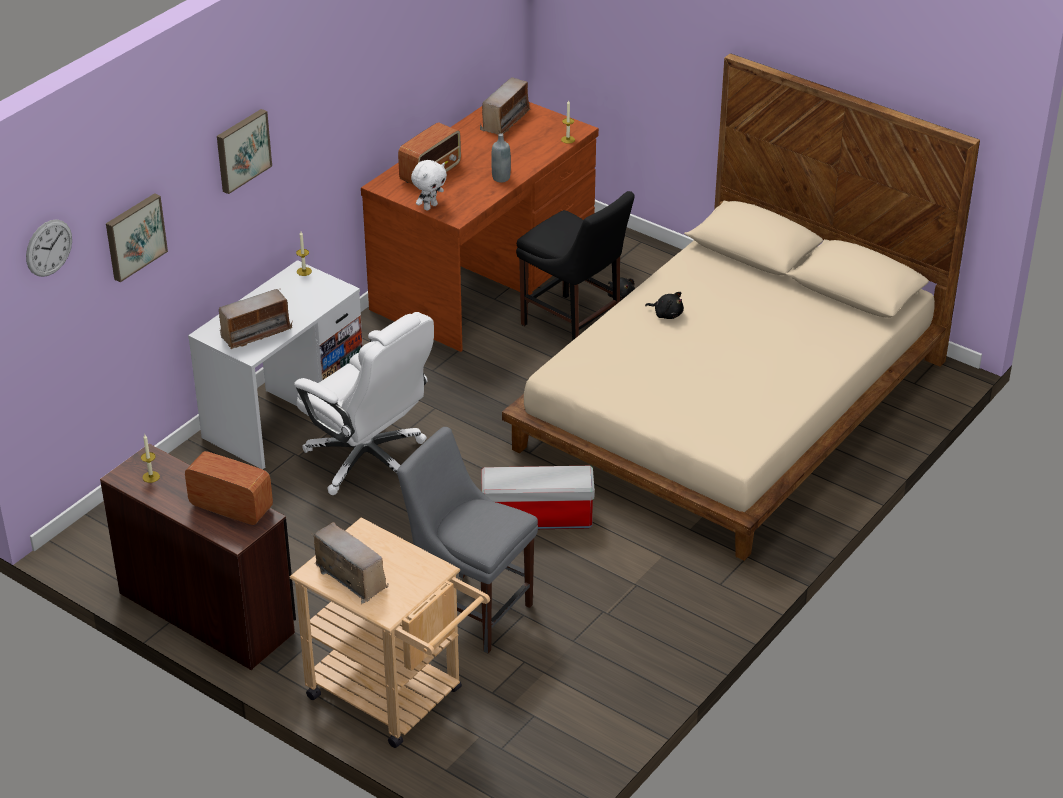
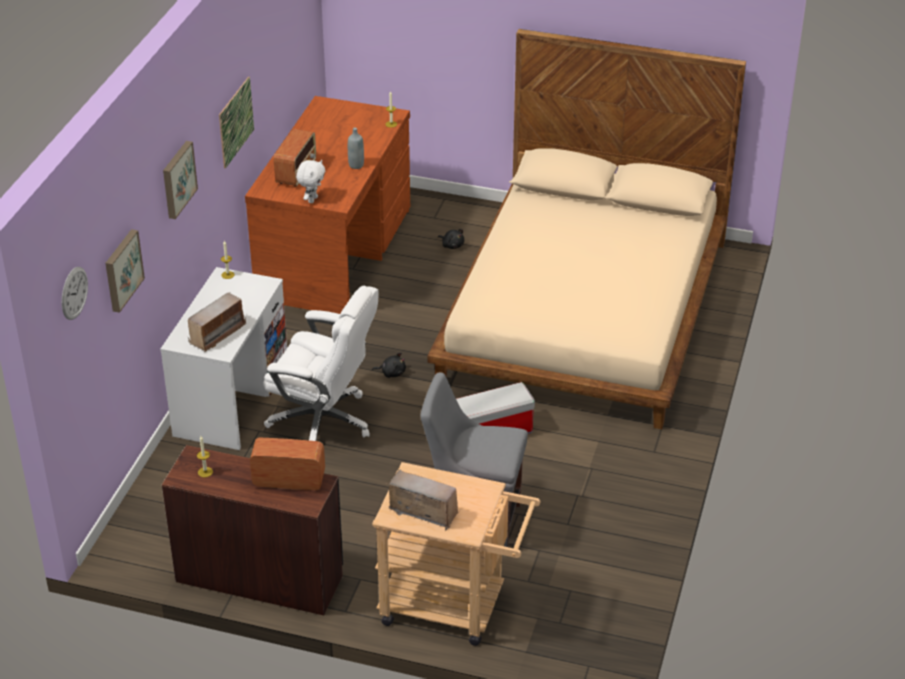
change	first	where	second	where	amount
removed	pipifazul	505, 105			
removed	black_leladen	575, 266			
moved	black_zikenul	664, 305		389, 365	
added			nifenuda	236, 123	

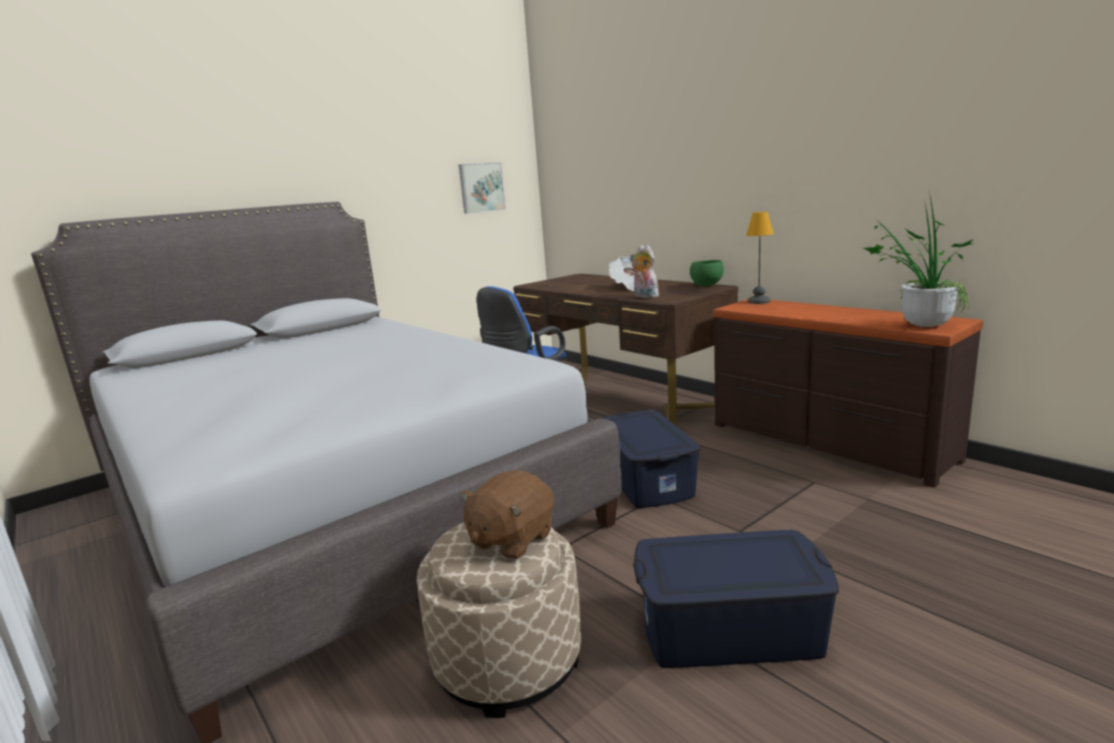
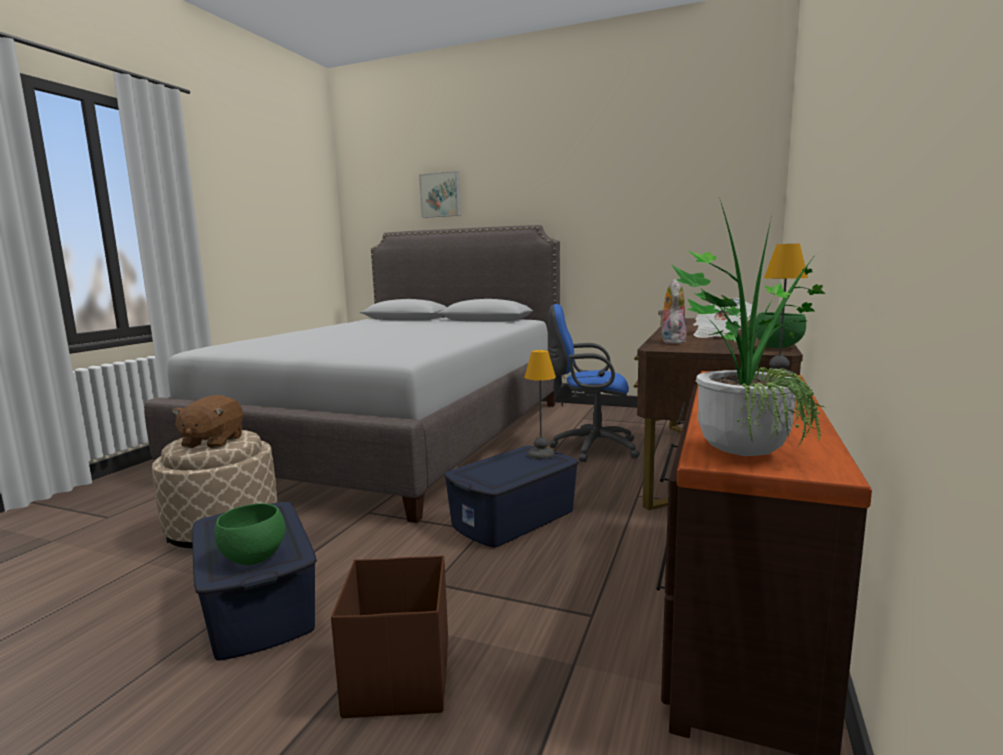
change	first	where	second	where	amount
moved	nifenuda	482, 188		440, 194	
turned	brown_zikenul	507, 515		207, 422	90 degrees counterclockwise
added			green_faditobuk	250, 534	
added			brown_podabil	389, 637	
added			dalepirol	540, 405	

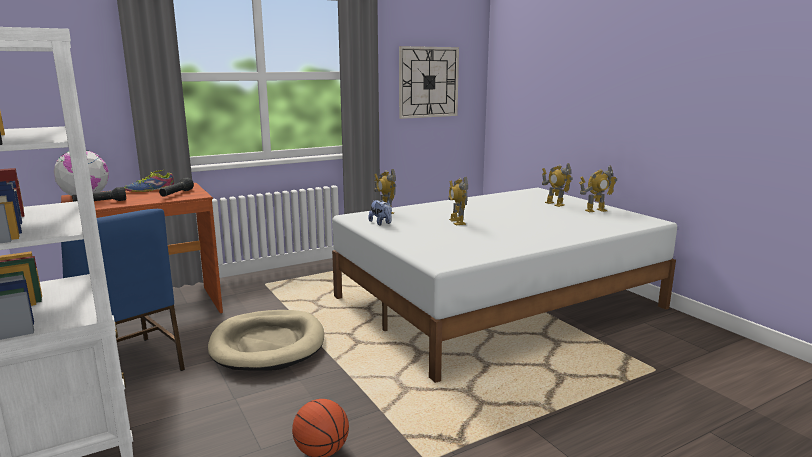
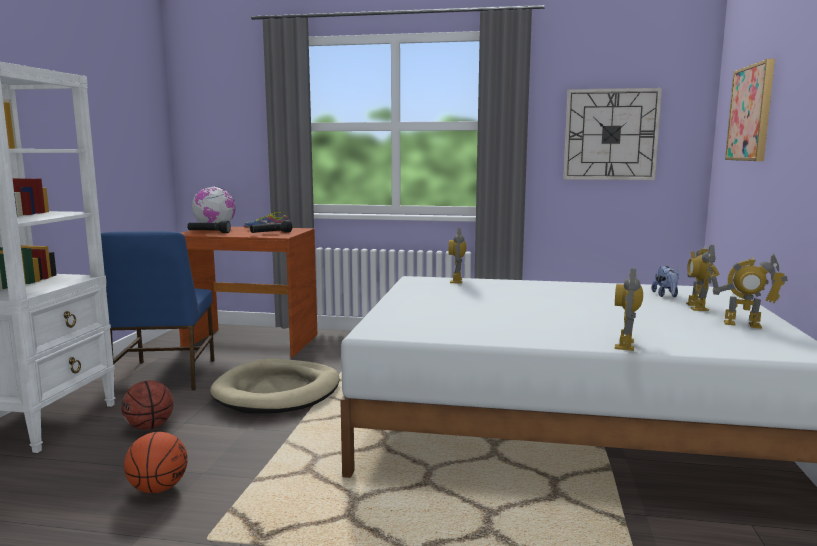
change	first	where	second	where	amount
moved	zikenul	380, 212		665, 281	
moved	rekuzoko	458, 201		629, 310	
added			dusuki	147, 405	
added			nifenuda	750, 110	

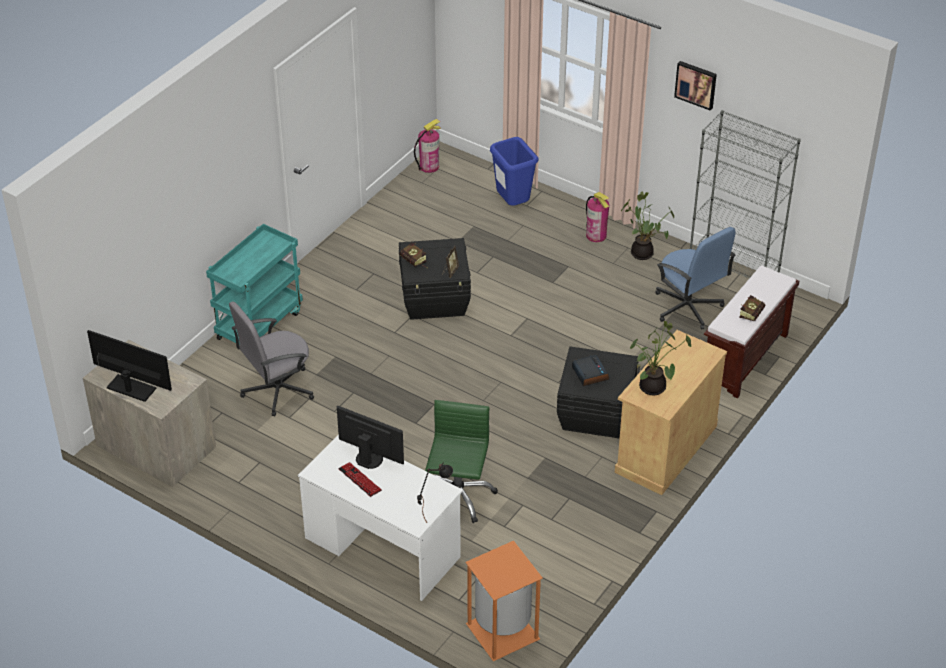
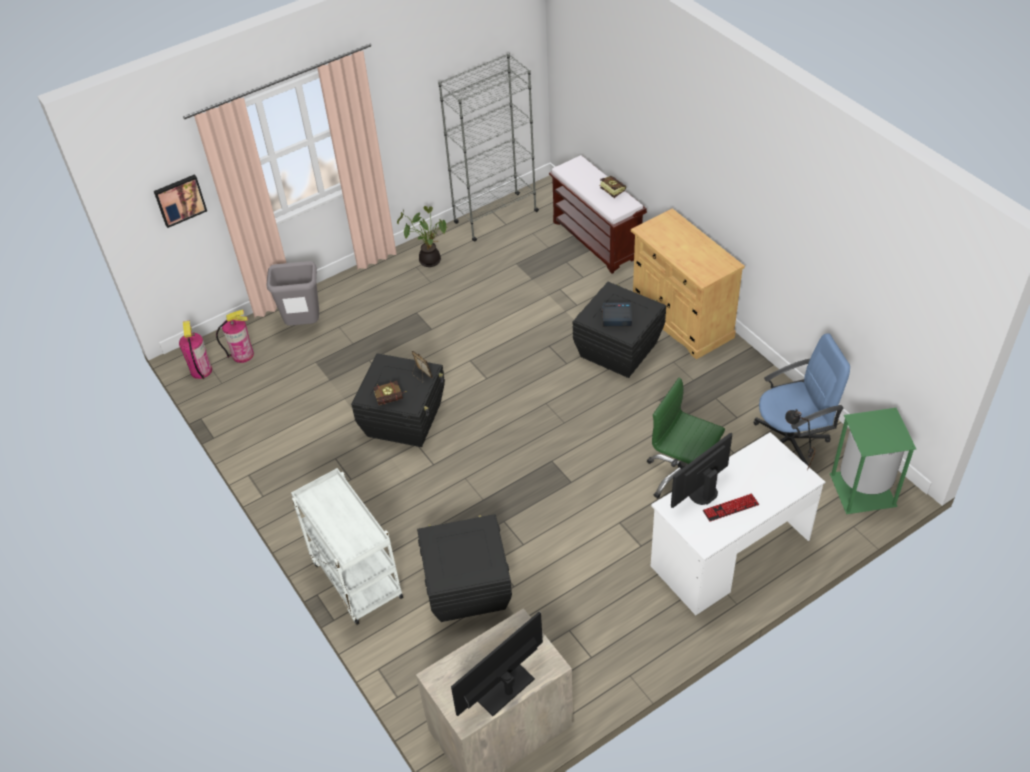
change	first	where	second	where	amount
recoloured	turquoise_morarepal	254, 284	white_morarepal	347, 546	
replaced	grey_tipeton	271, 359	black_podabil	464, 568	
recoloured	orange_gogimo	504, 601	green_gogimo	872, 461	
recoloured	blue_gogimo	514, 171	grey_gogimo	292, 293	
moved	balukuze	597, 217		235, 336	
removed	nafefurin	660, 358			
moved	blue_tipeton	696, 278		801, 399	
moved	nifenuda	695, 86		180, 201	

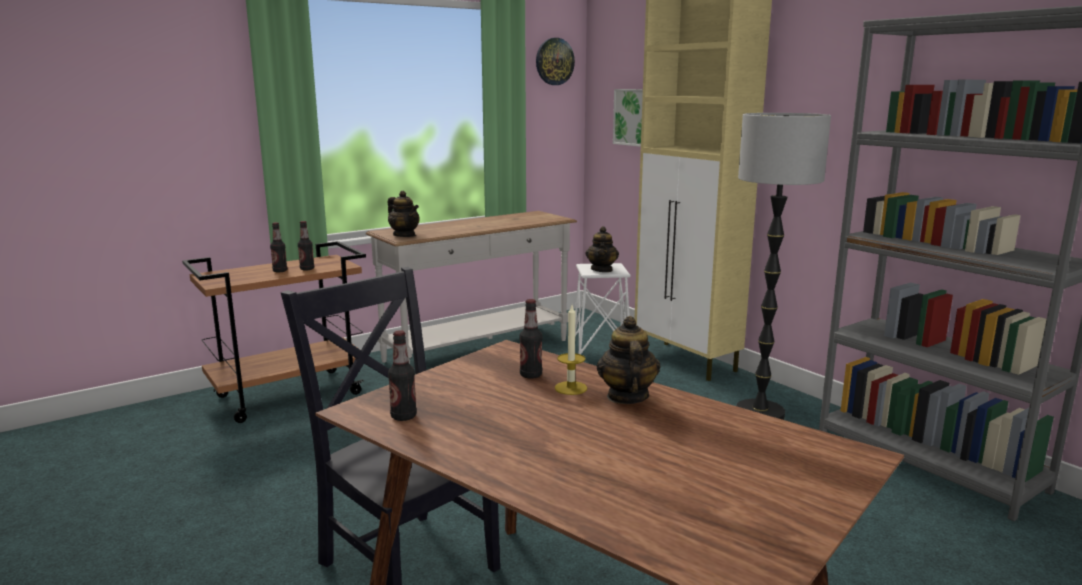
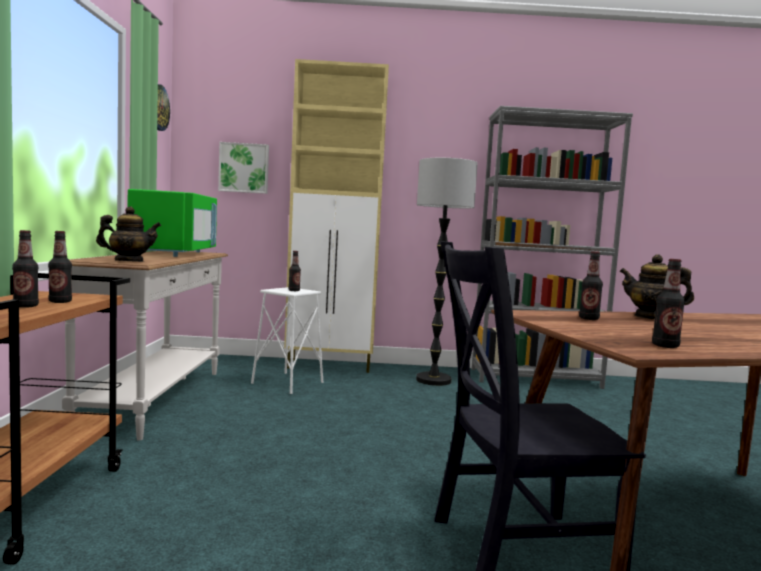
change	first	where	second	where	amount
removed	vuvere	571, 350			
replaced	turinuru	602, 249	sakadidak	294, 271	
added			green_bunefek	172, 223	

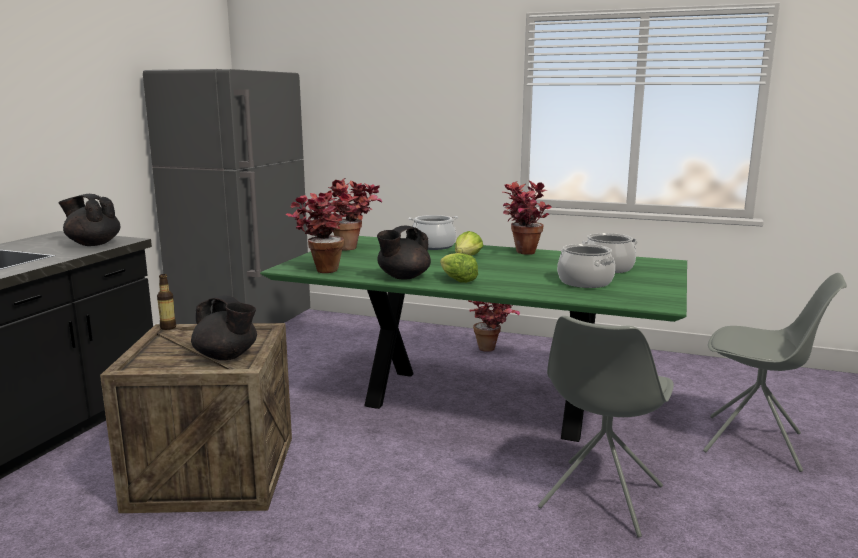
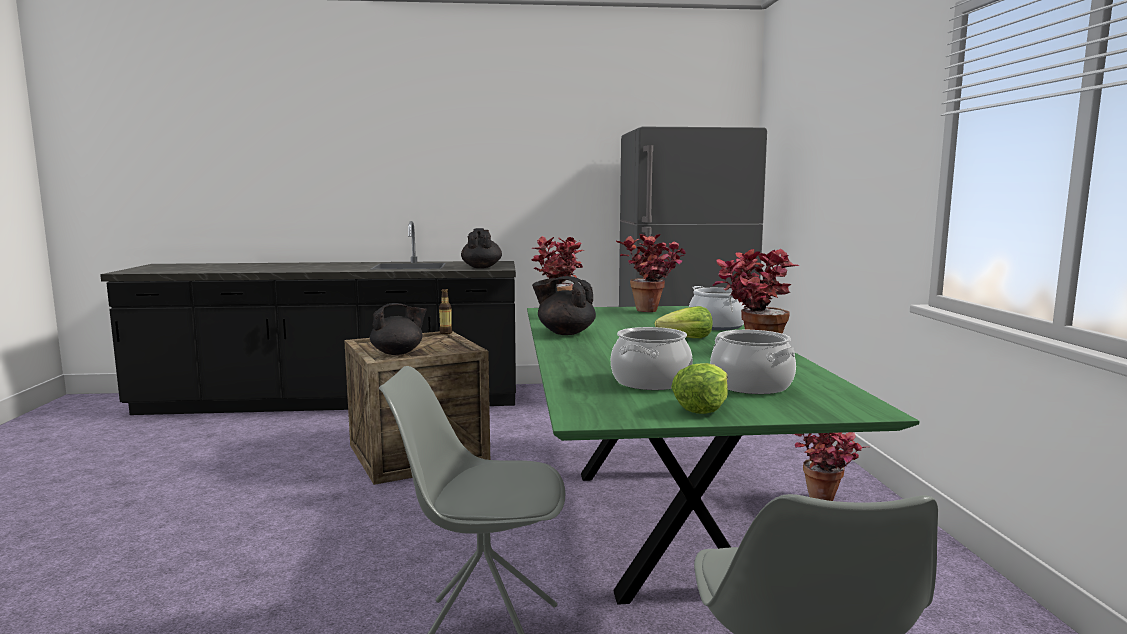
change	first	where	second	where	amount
turned	black_turinuru	224, 327		398, 329	120 degrees counterclockwise
moved	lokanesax	459, 268		699, 388	

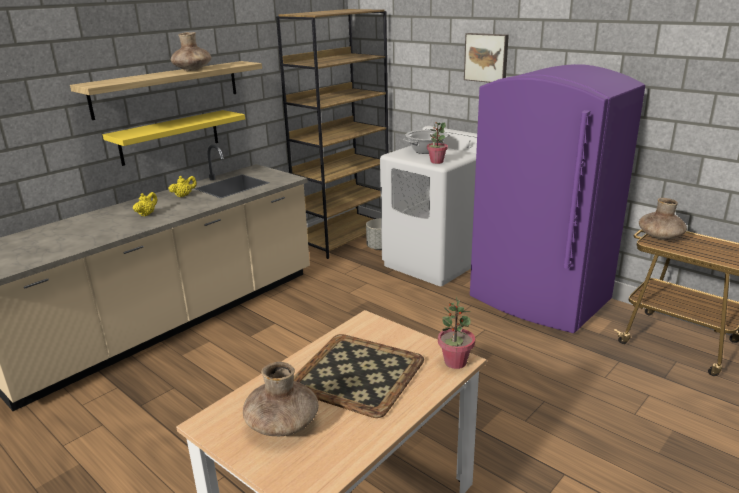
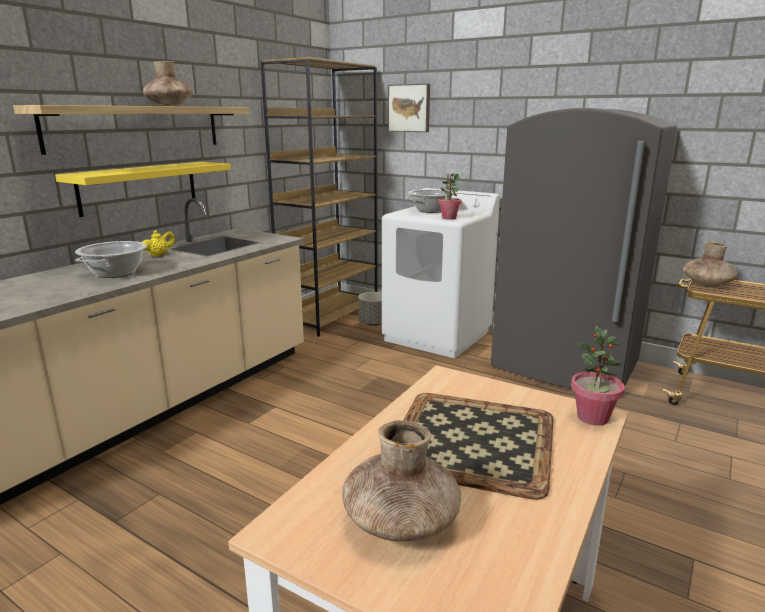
change	first	where	second	where	amount
replaced	yellow_turinuru	145, 204	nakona	111, 259	
moved	nifenuda	486, 58		409, 108	
recoloured	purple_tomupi	557, 198	grey_tomupi	584, 248	

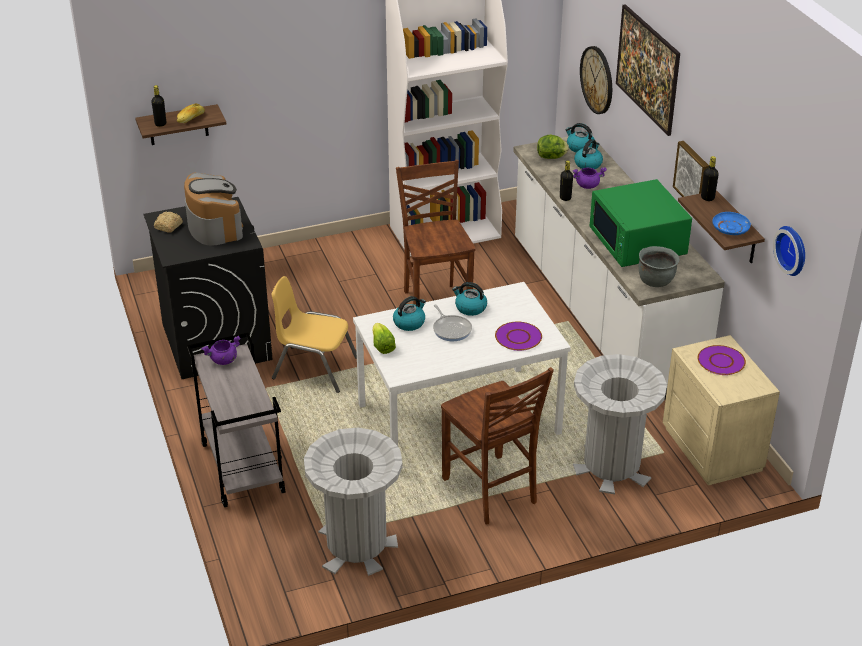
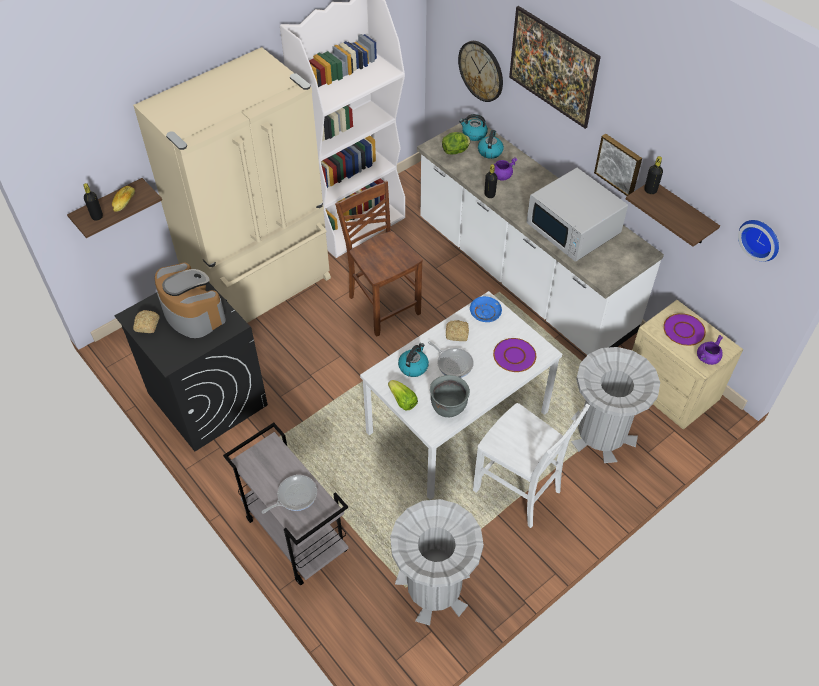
change	first	where	second	where	amount
moved	purple_nakona	220, 350		710, 350	
removed	yellow_leladen	314, 334			
recoloured	brown_leladen	497, 446	white_leladen	531, 465	
replaced	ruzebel	469, 299	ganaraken	457, 330	
recoloured	green_bunefek	641, 223	white_bunefek	577, 215	
moved	grey_nakona	659, 266		450, 396	
moved	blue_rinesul	731, 223		486, 309	
added			beige_tomupi	232, 185	
added			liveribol	289, 494	

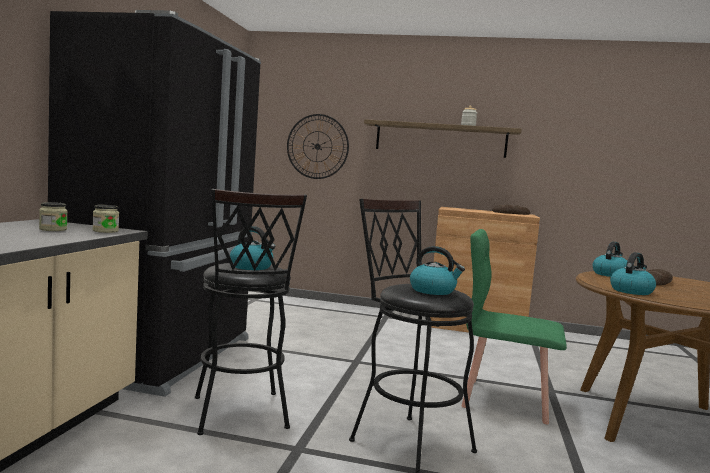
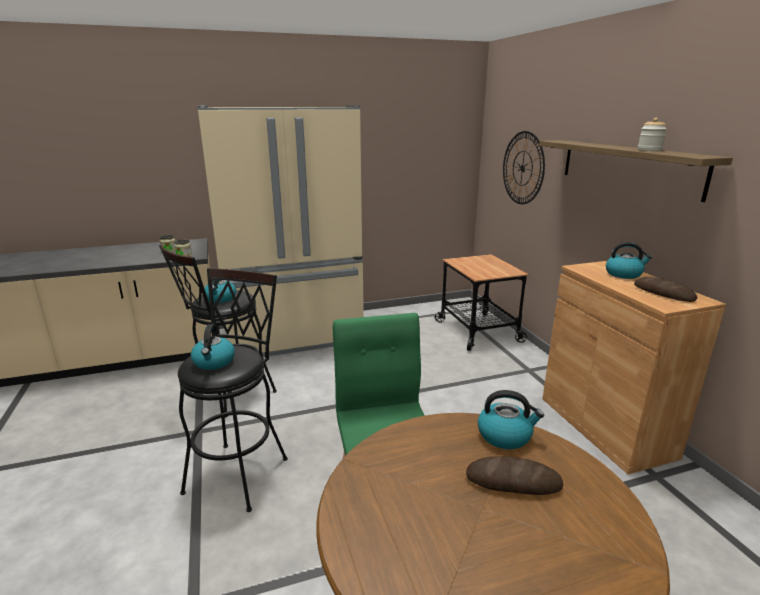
change	first	where	second	where	amount
recoloured	black_tomupi	154, 203	beige_tomupi	280, 231	
moved	ruzebel	633, 273		629, 260	
added			morarepal	482, 302	

